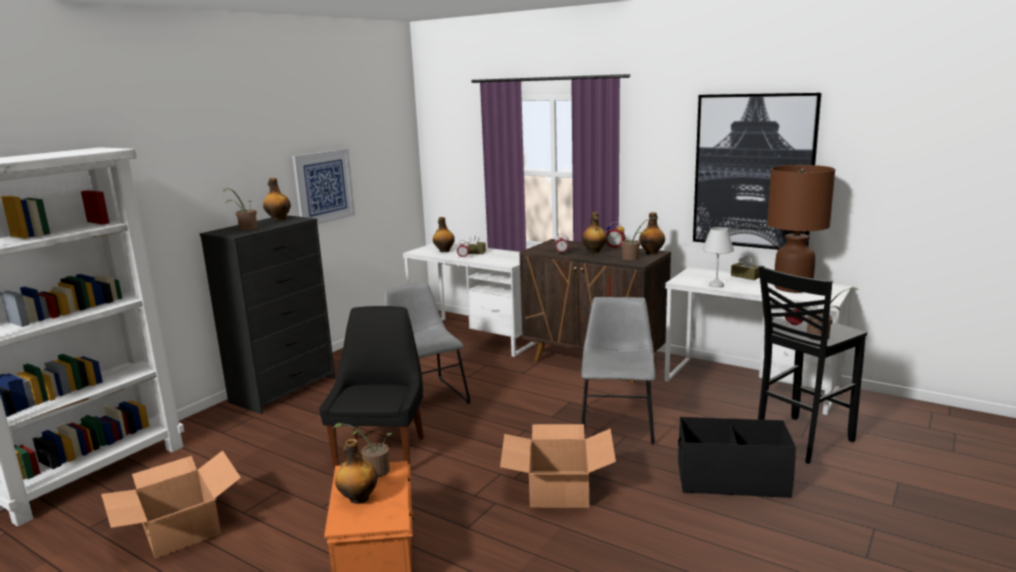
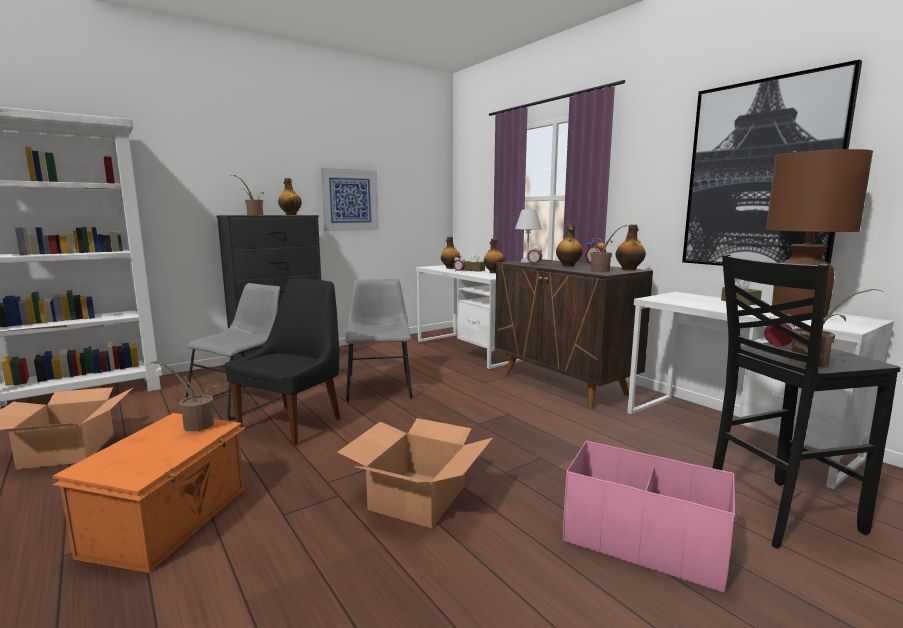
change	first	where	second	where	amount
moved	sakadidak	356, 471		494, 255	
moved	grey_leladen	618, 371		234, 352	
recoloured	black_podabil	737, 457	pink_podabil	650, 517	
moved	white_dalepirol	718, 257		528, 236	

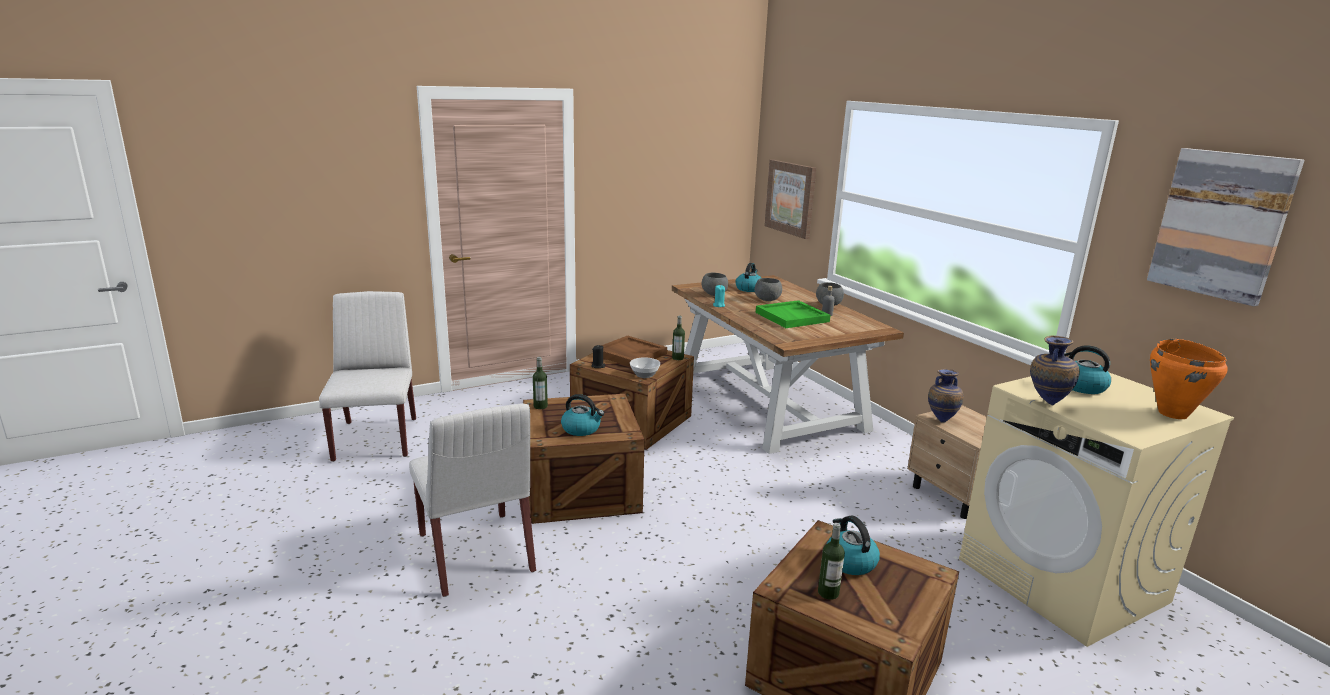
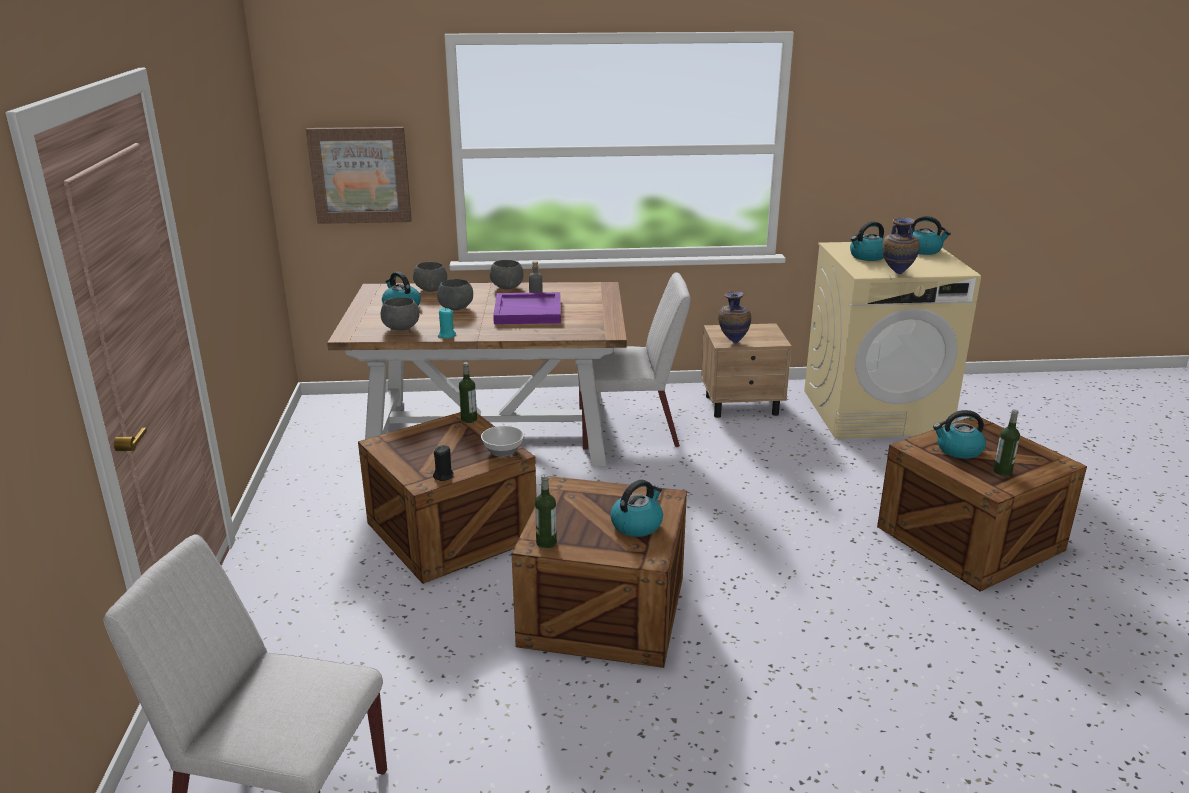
change	first	where	second	where	amount
moved	white_leladen	472, 500		634, 361	
removed	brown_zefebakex	634, 351			
recoloured	green_zefebakex	793, 314	purple_zefebakex	527, 308	
removed	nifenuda	1226, 227			
replaced	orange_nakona	1189, 379	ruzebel	931, 235	
added			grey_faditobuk	430, 277	

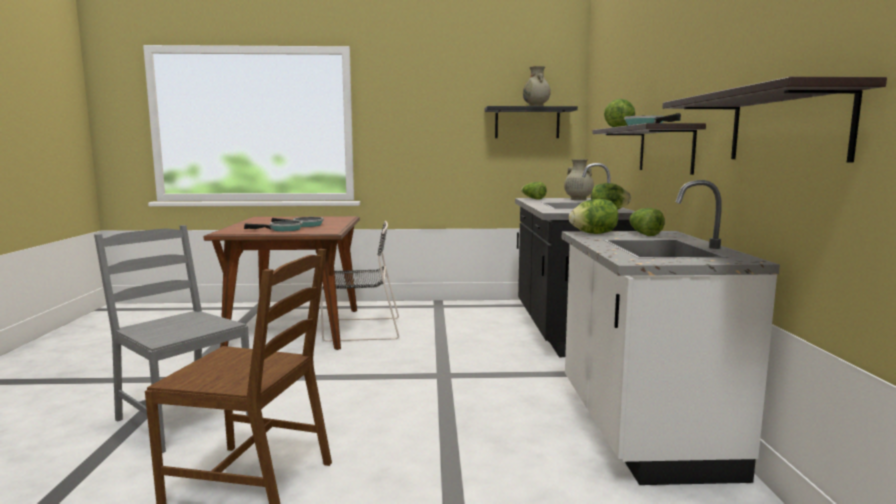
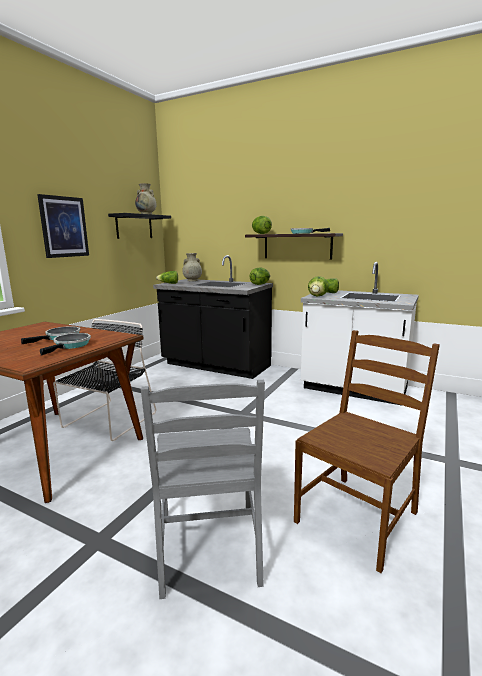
change	first	where	second	where	amount
turned	grey_leladen	171, 339		203, 489	75 degrees counterclockwise
removed	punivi	774, 120			
added			nifenuda	63, 226	

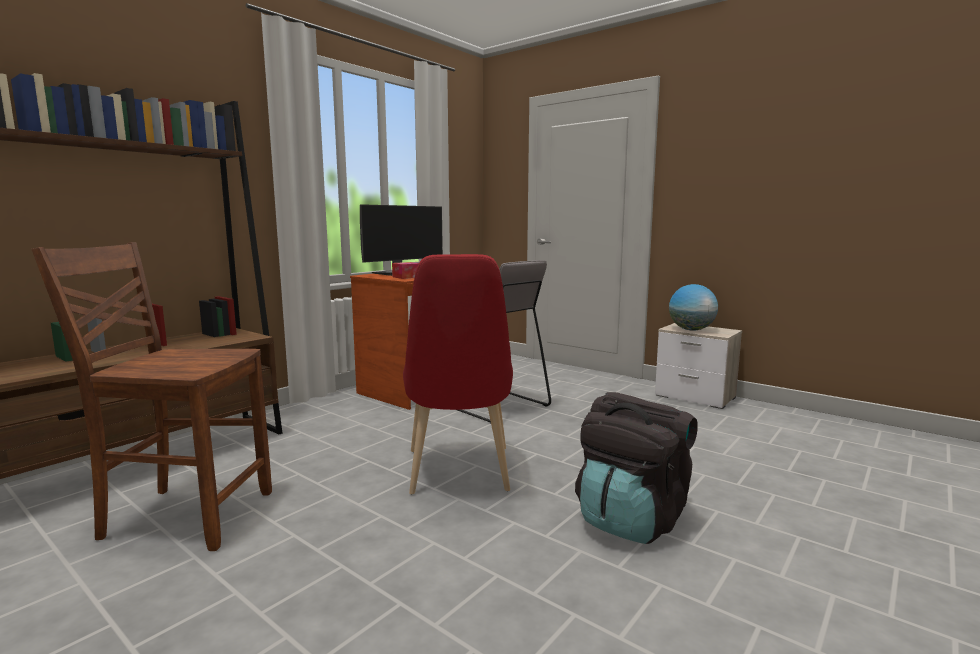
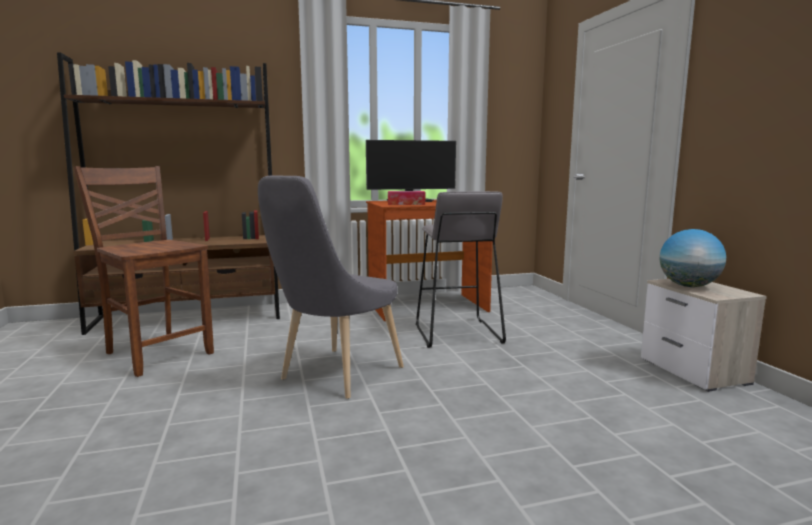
change	first	where	second	where	amount
recoloured	red_leladen	458, 374	grey_leladen	331, 287	
removed	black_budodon	636, 468			

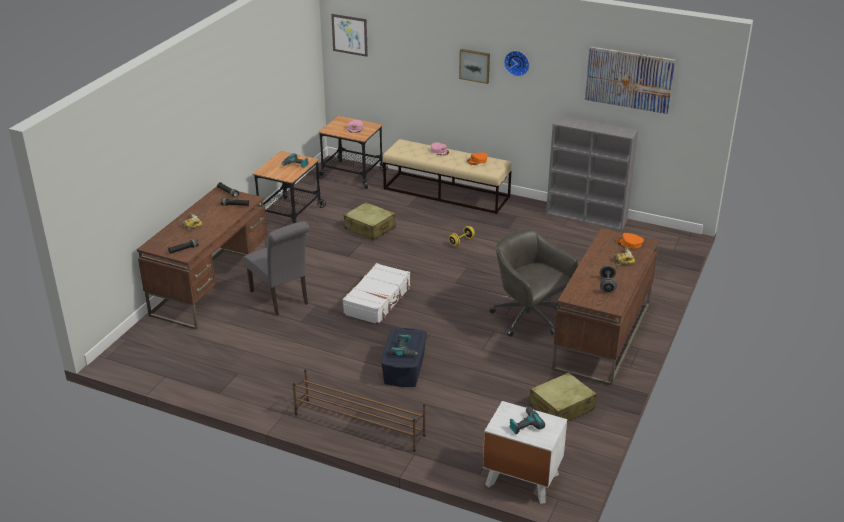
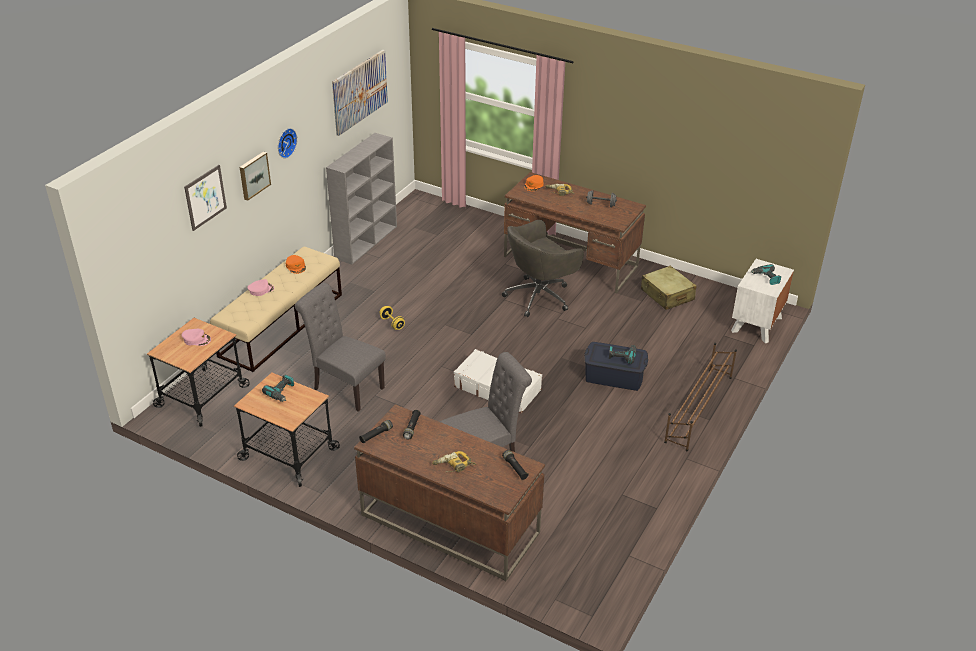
change	first	where	second	where	amount
moved	nifenuda	349, 35		205, 198	
replaced	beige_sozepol	370, 221	grey_leladen	340, 347	

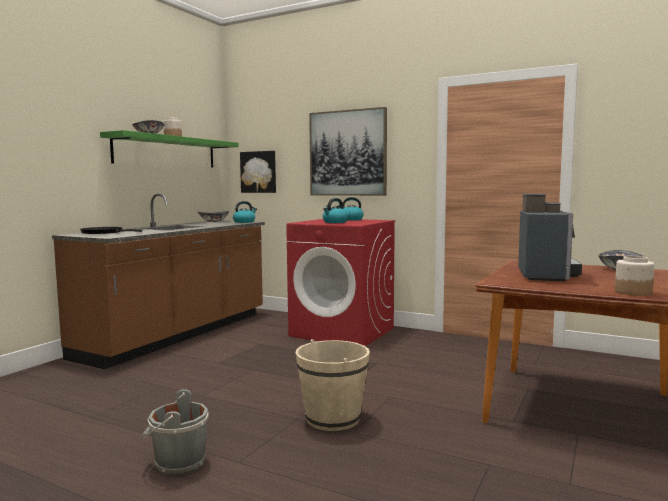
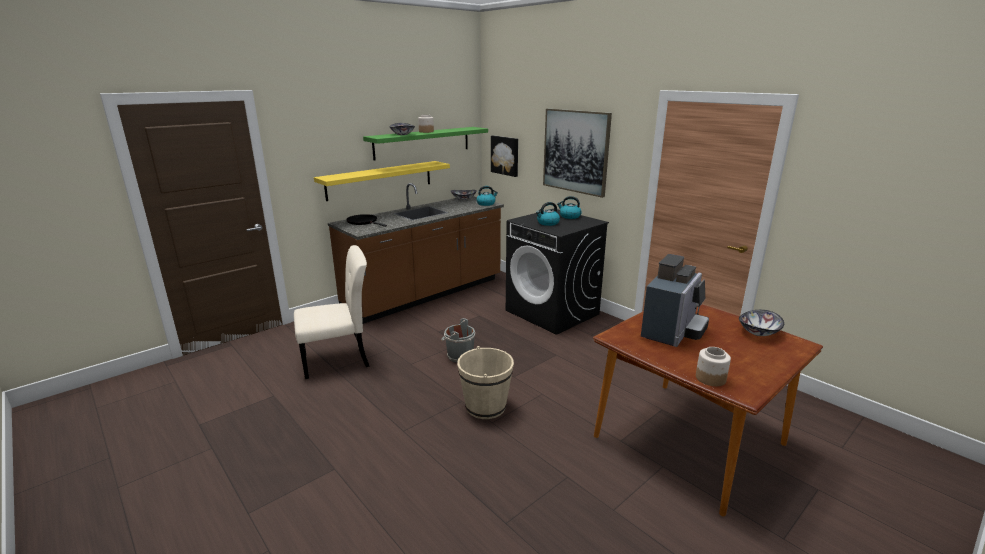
change	first	where	second	where	amount
moved	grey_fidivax	175, 432		458, 340	
recoloured	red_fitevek	341, 282	black_fitevek	557, 272	
added			beige_leladen	332, 312	
added			yellow_punivi	382, 181	

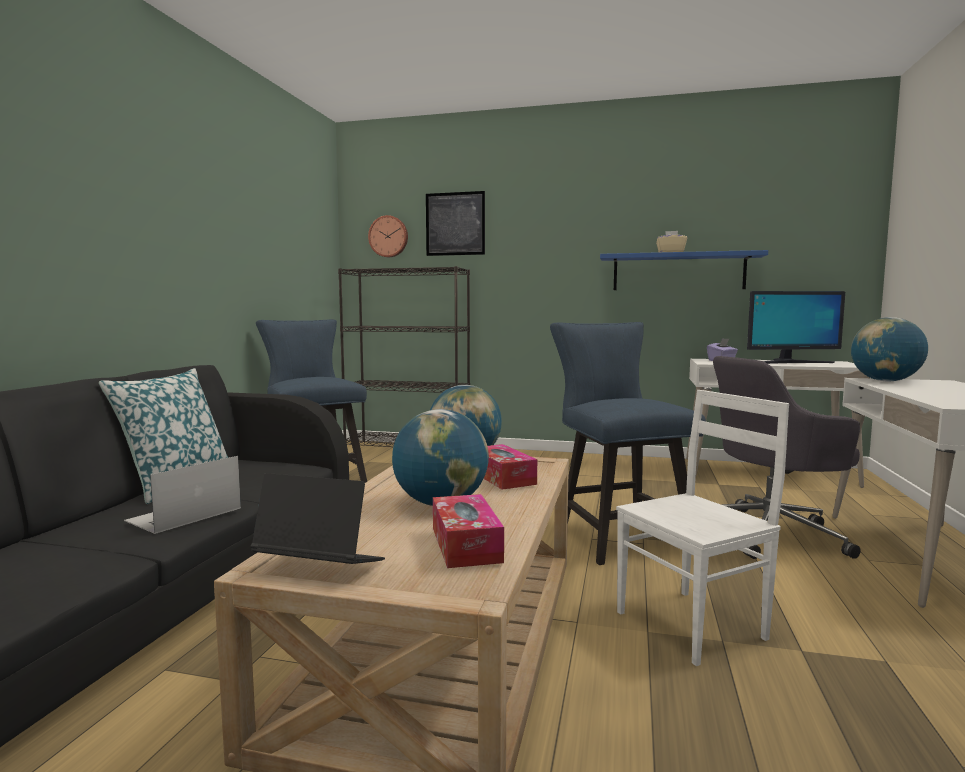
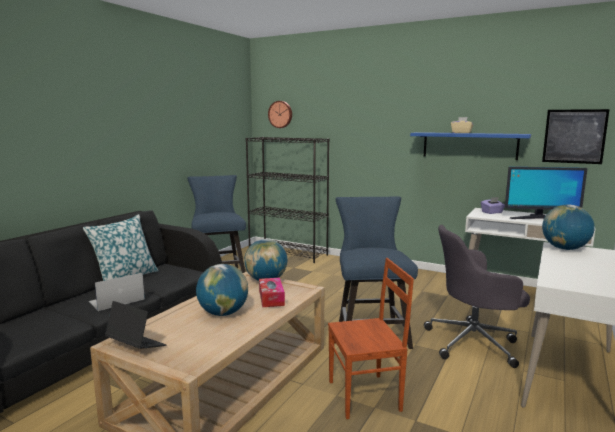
change	first	where	second	where	amount
moved	nifenuda	455, 223		576, 136	
removed	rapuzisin	468, 531			
recoloured	white_leladen	702, 528	brown_leladen	371, 338	

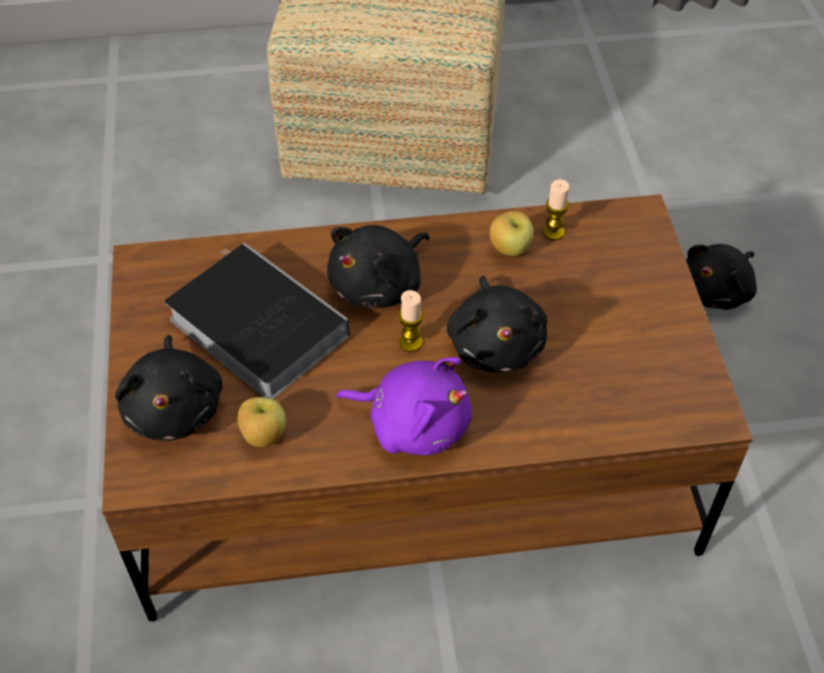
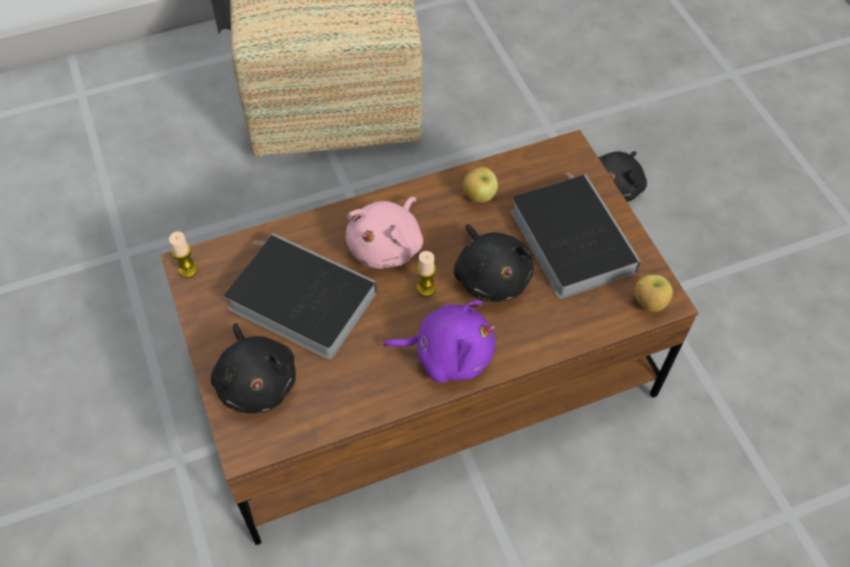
change	first	where	second	where	amount
moved	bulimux	261, 422		653, 293	
recoloured	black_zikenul	378, 266	pink_zikenul	384, 233	
moved	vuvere	556, 209		183, 254	
added			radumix	576, 236	

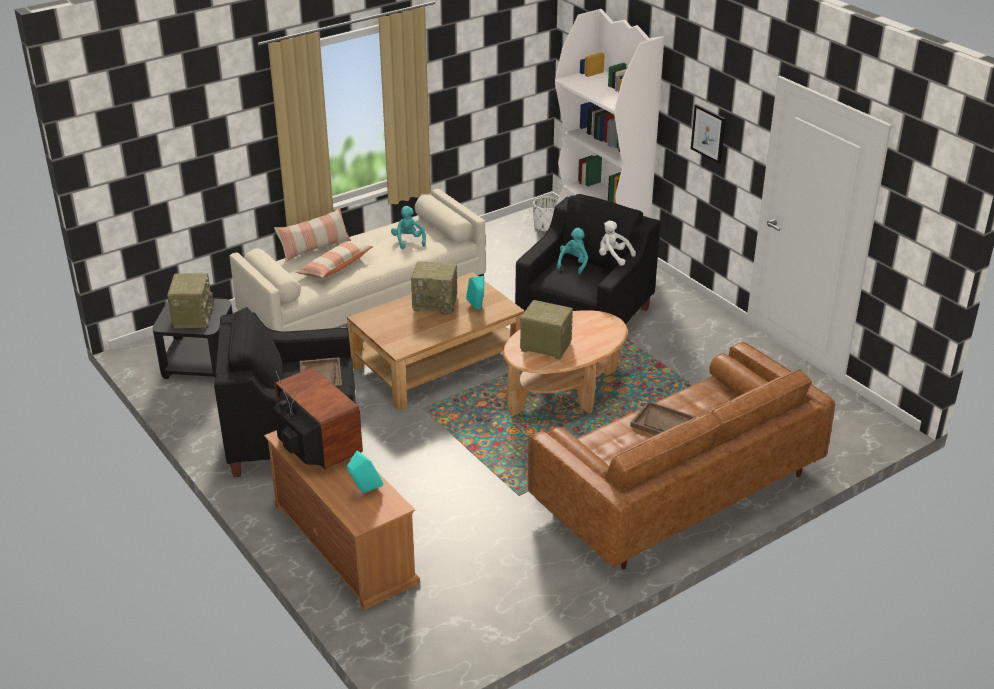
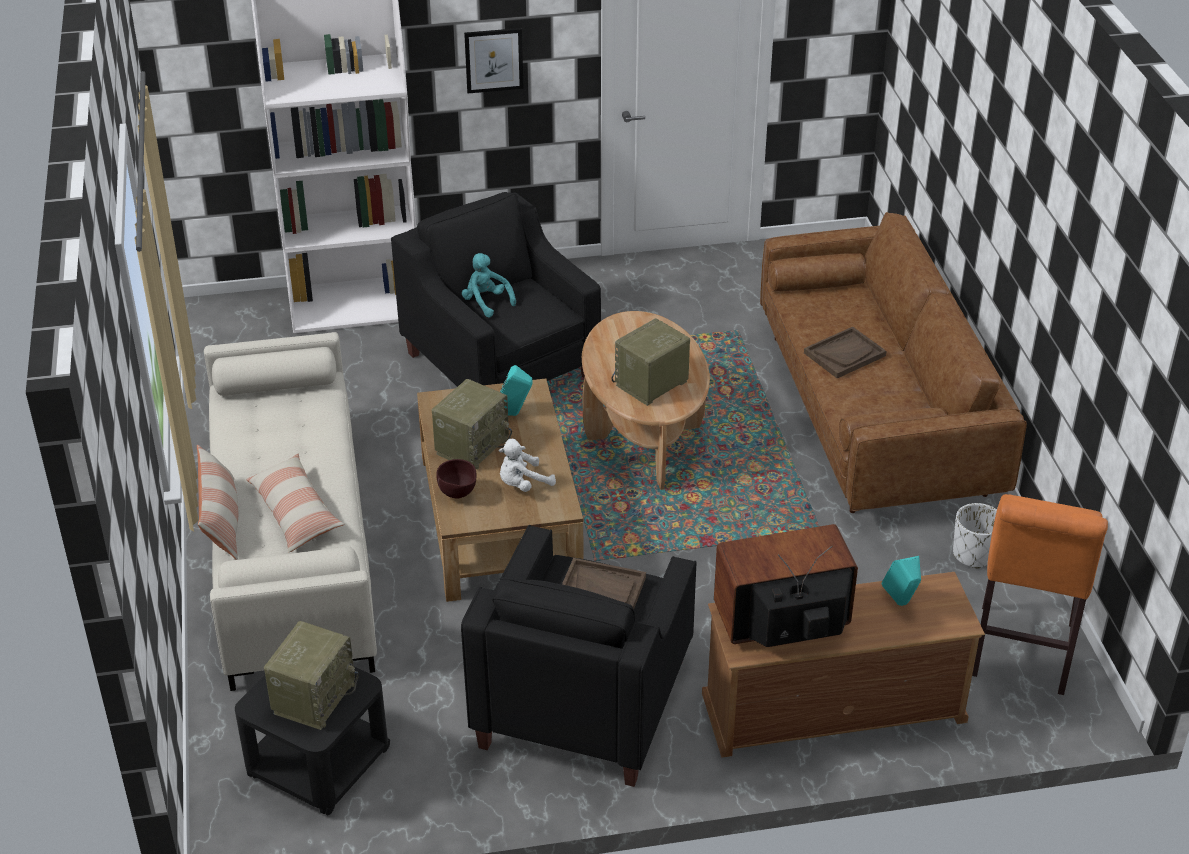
change	first	where	second	where	amount
turned	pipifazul	191, 300		311, 675	90 degrees clockwise
removed	turquoise_zikenul	408, 227			
moved	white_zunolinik	545, 213		975, 536	
moved	white_zikenul	617, 243		527, 465	
added			brown_faditobuk	456, 479	
added			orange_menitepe	1040, 594	

